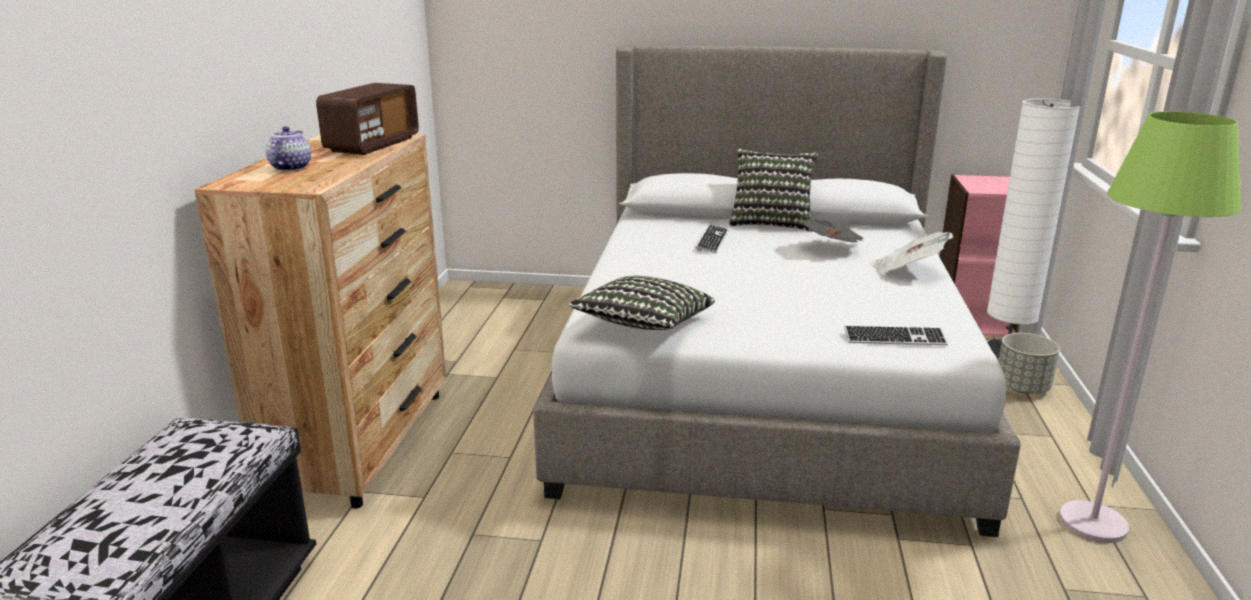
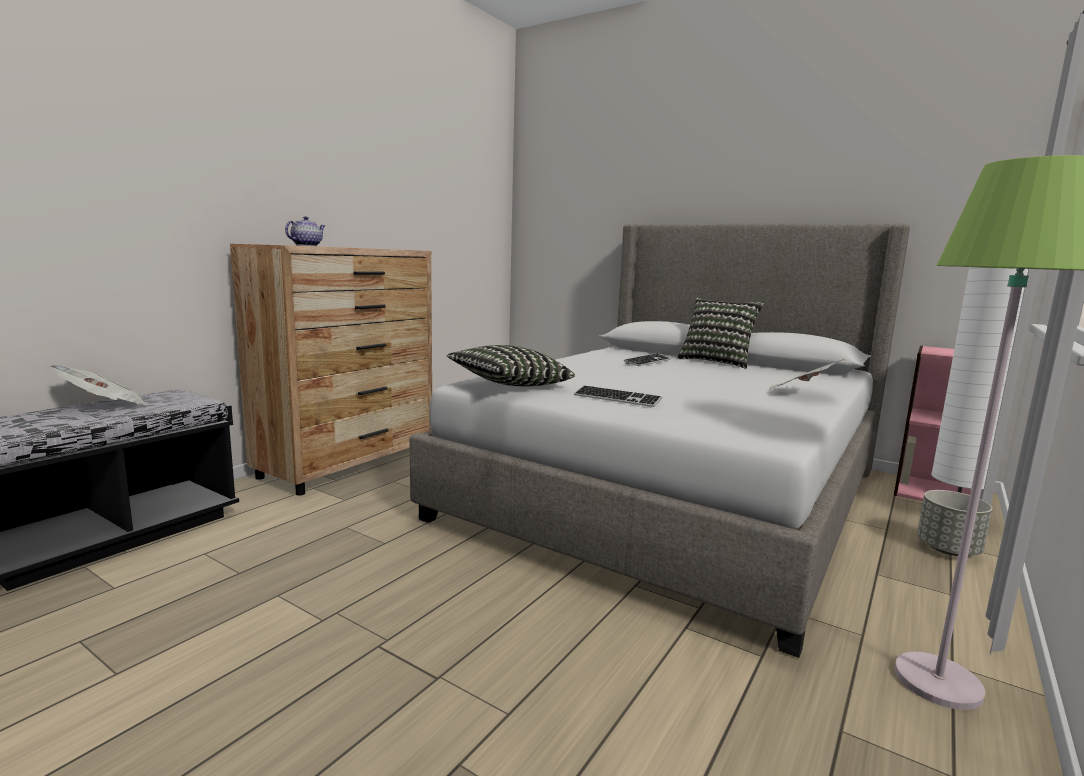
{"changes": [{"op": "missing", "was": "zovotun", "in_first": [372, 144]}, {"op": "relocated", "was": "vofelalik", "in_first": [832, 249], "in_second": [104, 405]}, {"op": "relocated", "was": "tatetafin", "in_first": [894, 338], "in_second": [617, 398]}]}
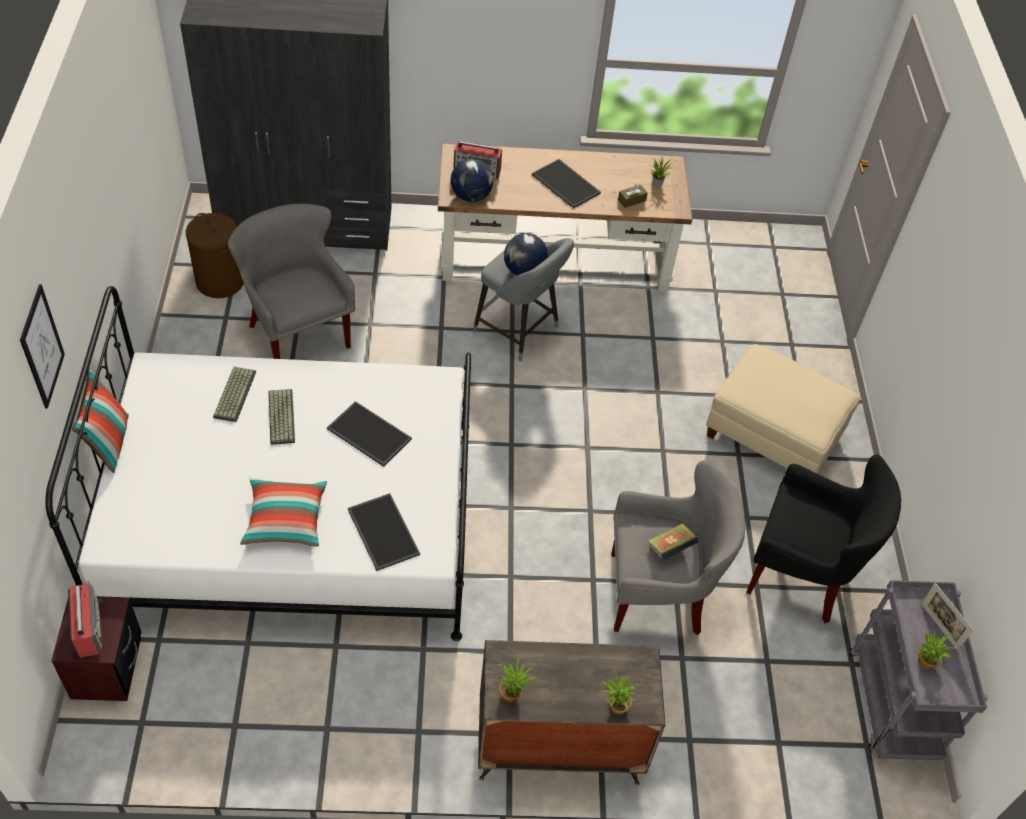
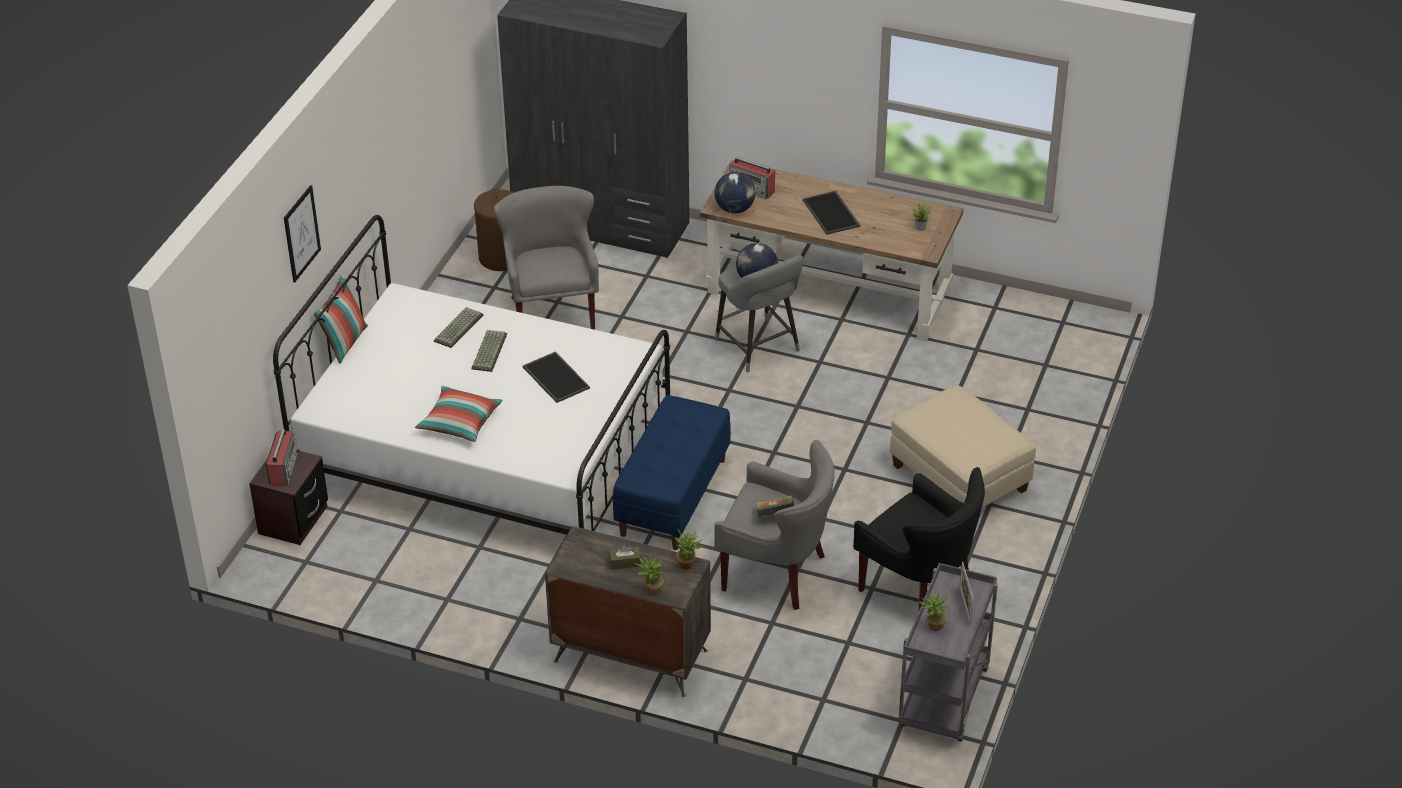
{"changes": [{"op": "relocated", "was": "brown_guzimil", "in_first": [631, 200], "in_second": [625, 562]}, {"op": "missing", "was": "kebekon", "in_first": [382, 531]}, {"op": "relocated", "was": "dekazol", "in_first": [513, 693], "in_second": [689, 564]}, {"op": "appeared", "now": "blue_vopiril", "in_second": [672, 496]}]}
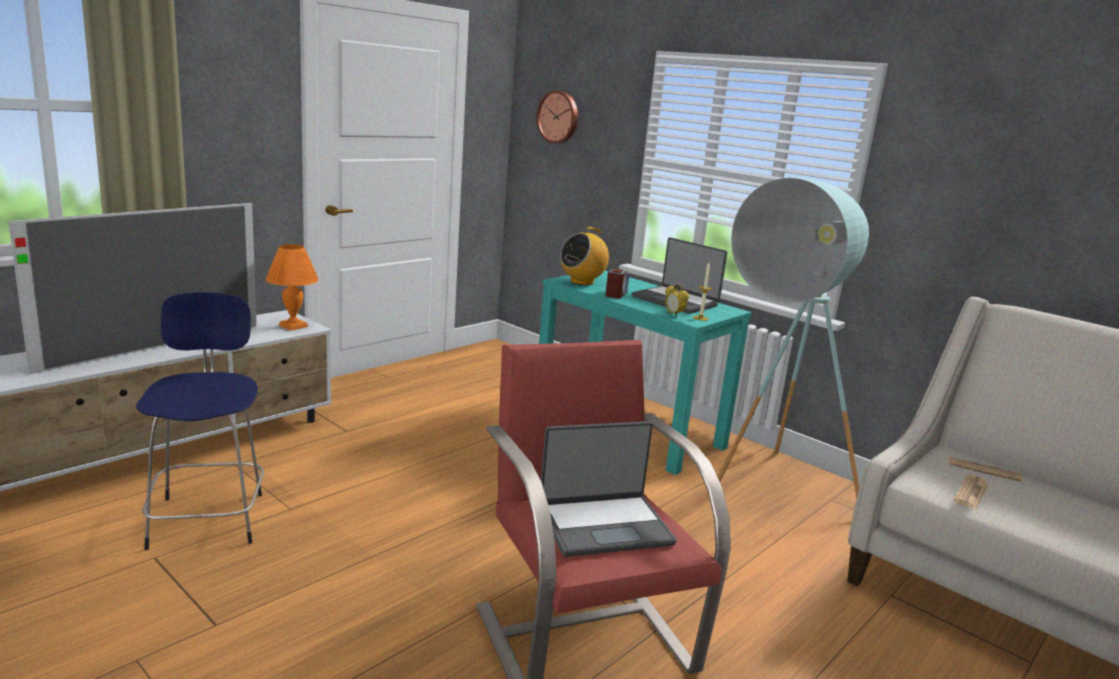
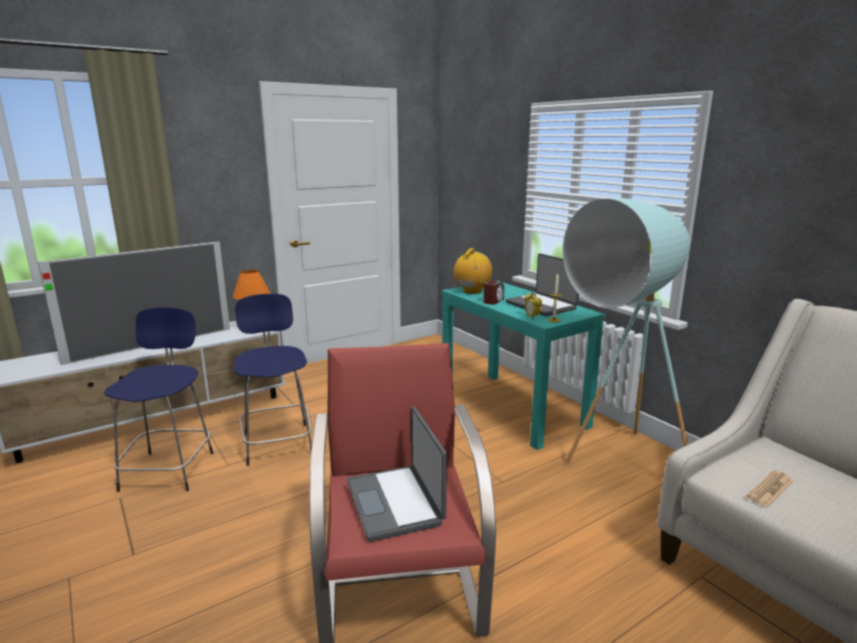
{"changes": [{"op": "missing", "was": "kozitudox", "in_first": [559, 117]}, {"op": "spun", "was": "zovotun", "in_first": [582, 282], "in_second": [472, 291], "clockwise": 150}, {"op": "spun", "was": "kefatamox", "in_first": [604, 525], "in_second": [396, 502], "clockwise": 75}, {"op": "missing", "was": "vofelalik", "in_first": [984, 470]}, {"op": "appeared", "now": "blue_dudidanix", "in_second": [278, 442]}]}
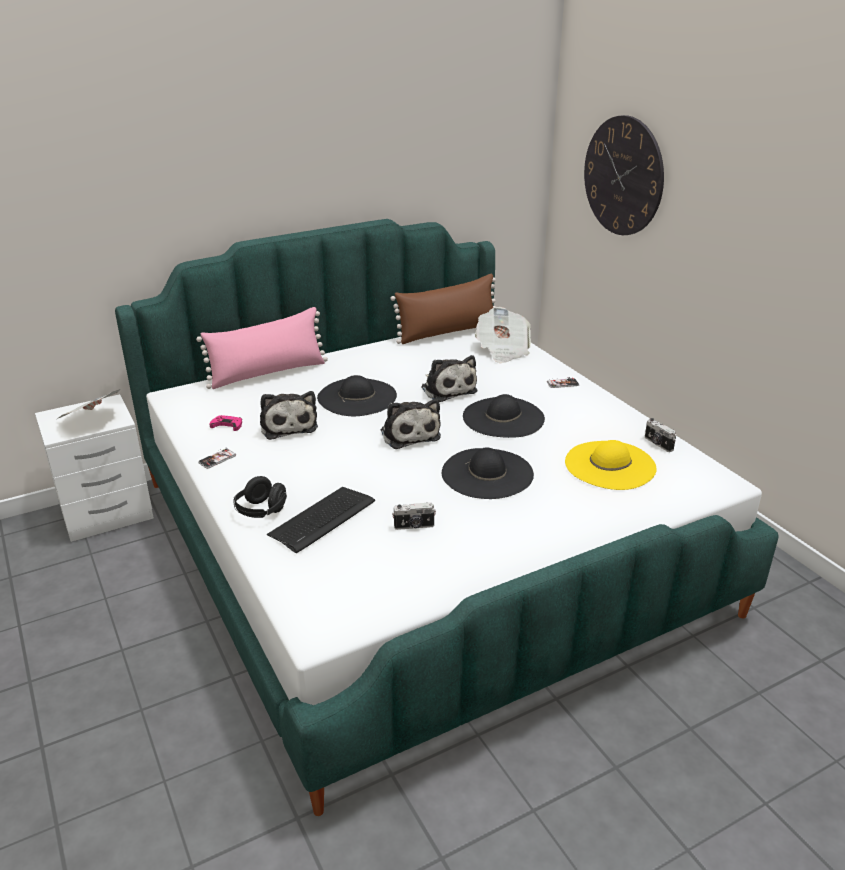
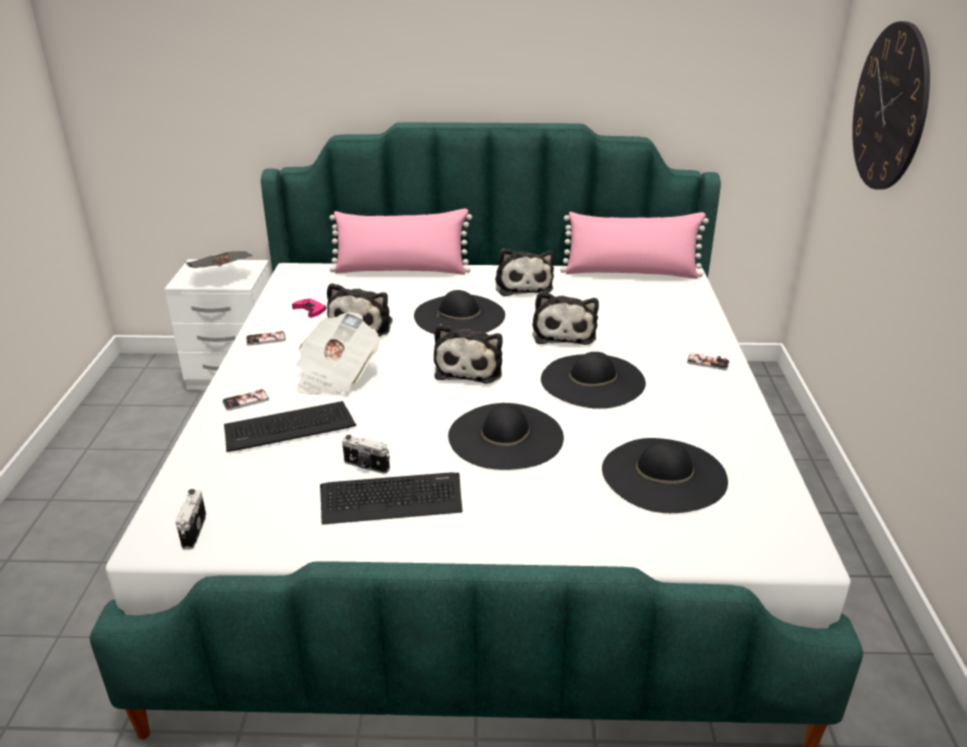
{"changes": [{"op": "colour", "was": "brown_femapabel", "now": "pink_femapabel", "in_first": [448, 332], "in_second": [631, 273]}, {"op": "relocated", "was": "vofelalik", "in_first": [502, 350], "in_second": [335, 375]}, {"op": "relocated", "was": "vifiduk", "in_first": [657, 444], "in_second": [192, 531]}, {"op": "colour", "was": "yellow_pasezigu", "now": "black_pasezigu", "in_first": [610, 465], "in_second": [664, 475]}, {"op": "exchanged", "was": "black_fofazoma", "now": "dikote", "in_first": [261, 511], "in_second": [245, 401]}, {"op": "appeared", "now": "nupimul", "in_second": [522, 285]}, {"op": "appeared", "now": "tatetafin", "in_second": [391, 499]}]}
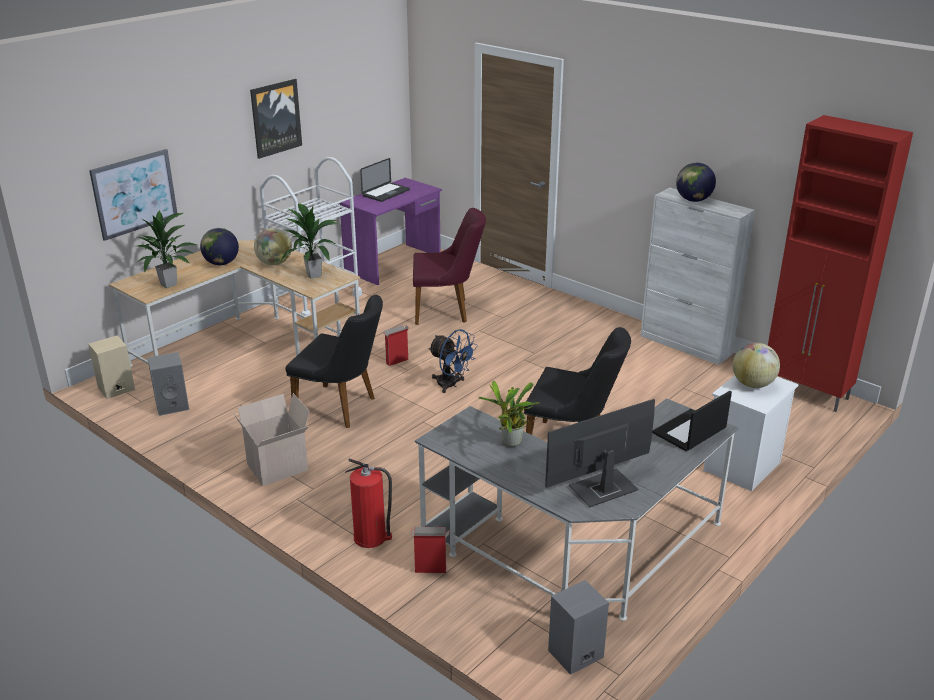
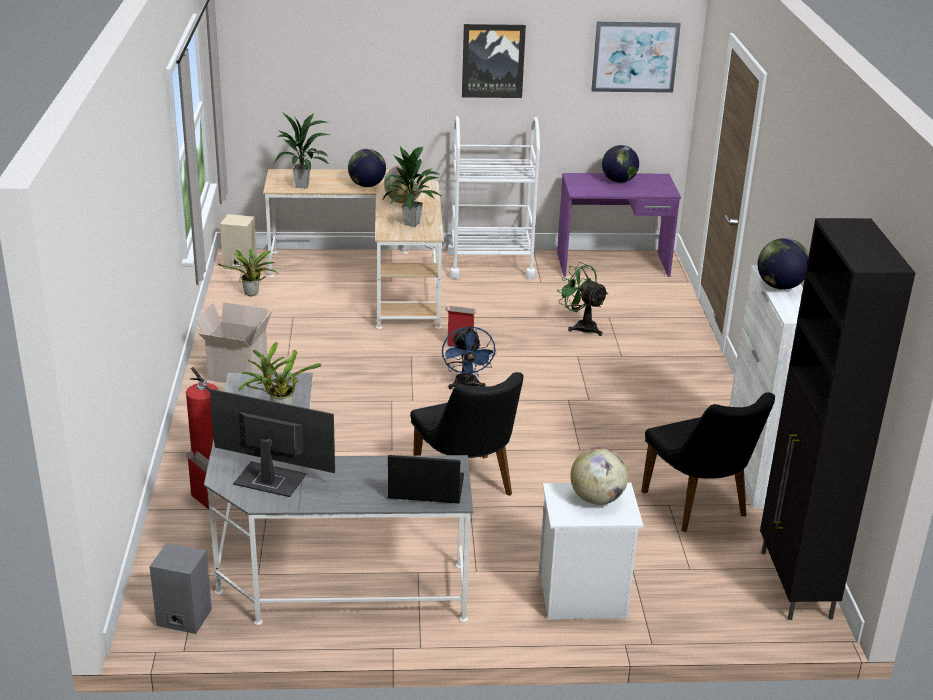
{"changes": [{"op": "colour", "was": "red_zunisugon", "now": "black_zunisugon", "in_first": [806, 393], "in_second": [795, 585]}, {"op": "relocated", "was": "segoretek", "in_first": [134, 194], "in_second": [635, 57]}, {"op": "exchanged", "was": "kefatamox", "now": "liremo", "in_first": [386, 193], "in_second": [619, 181]}, {"op": "exchanged", "was": "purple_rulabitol", "now": "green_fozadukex", "in_first": [447, 311], "in_second": [581, 326]}, {"op": "relocated", "was": "black_rulabitol", "in_first": [342, 408], "in_second": [700, 508]}, {"op": "exchanged", "was": "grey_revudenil", "now": "dekazol", "in_first": [173, 405], "in_second": [252, 294]}]}
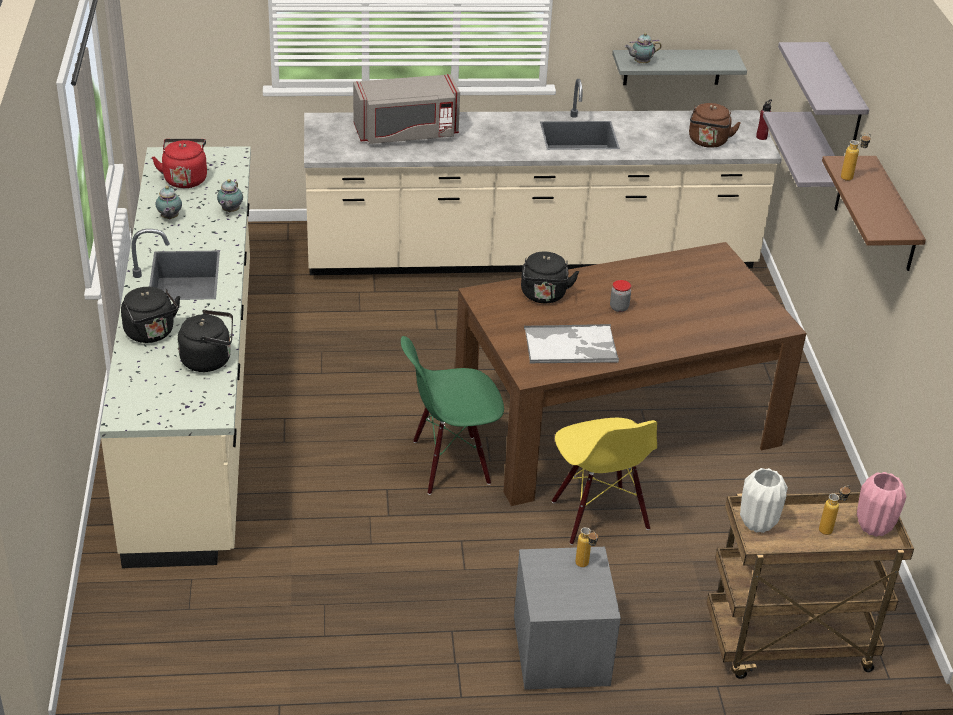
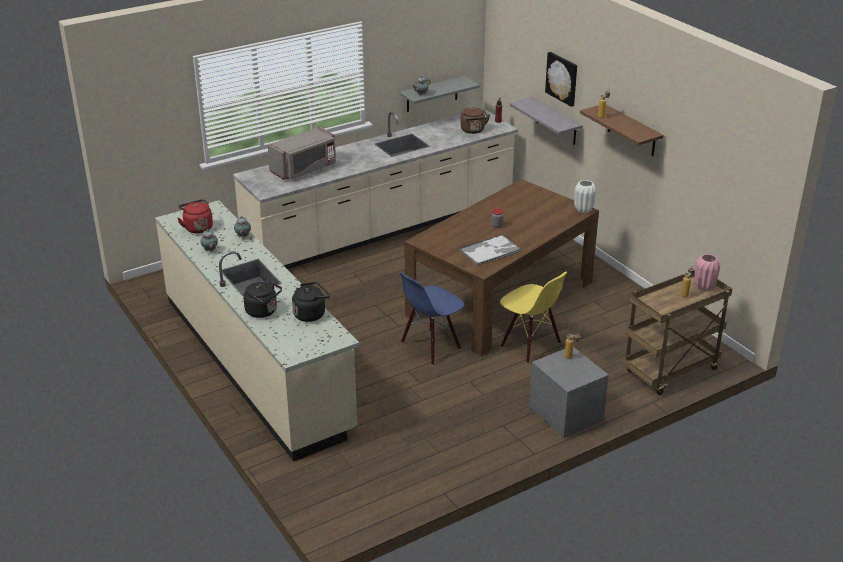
{"changes": [{"op": "exchanged", "was": "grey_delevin", "now": "segoretek", "in_first": [843, 94], "in_second": [562, 78]}, {"op": "missing", "was": "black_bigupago", "in_first": [544, 296]}, {"op": "colour", "was": "green_rulabitol", "now": "blue_rulabitol", "in_first": [450, 463], "in_second": [431, 346]}, {"op": "relocated", "was": "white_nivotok", "in_first": [757, 523], "in_second": [583, 210]}]}
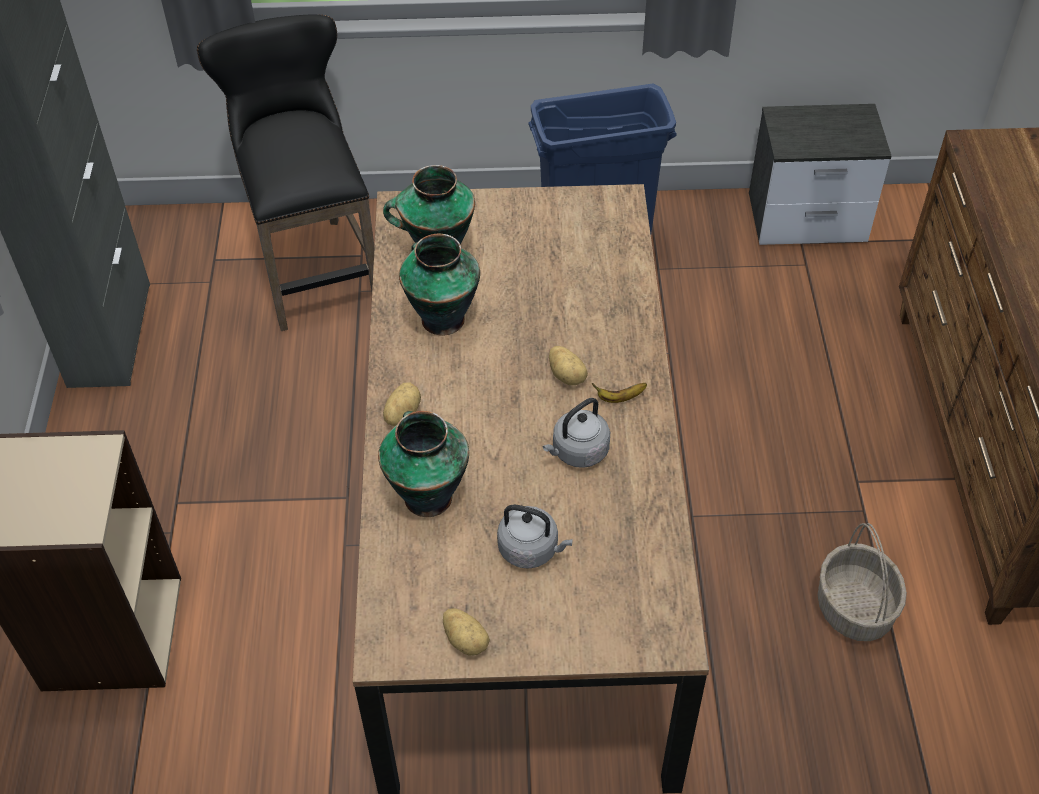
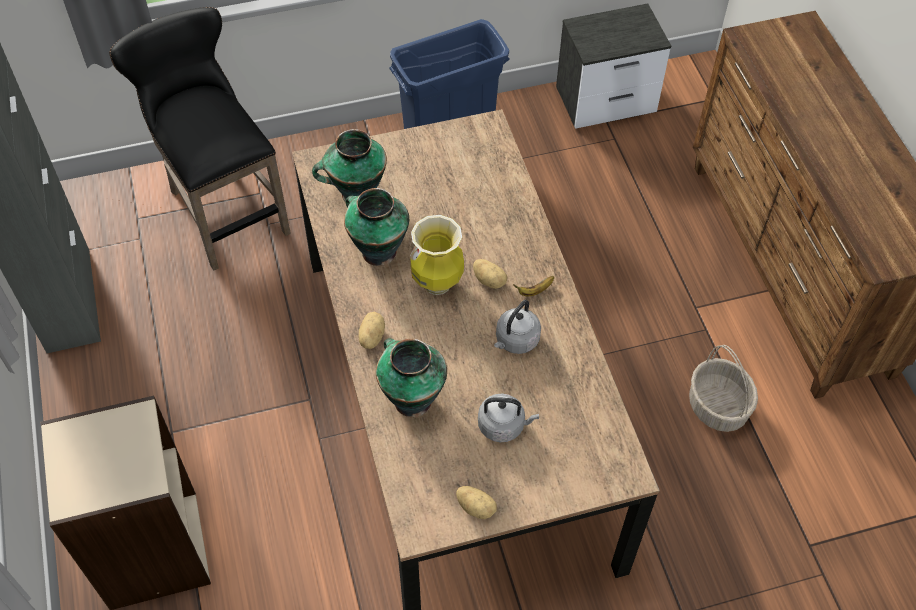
{"changes": [{"op": "appeared", "now": "nivotok", "in_second": [437, 283]}]}
